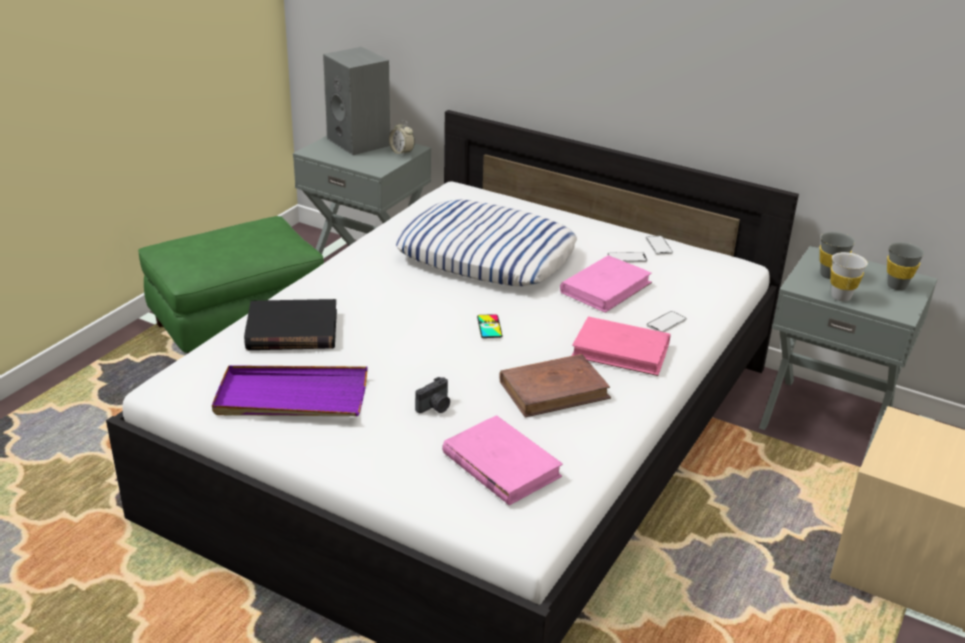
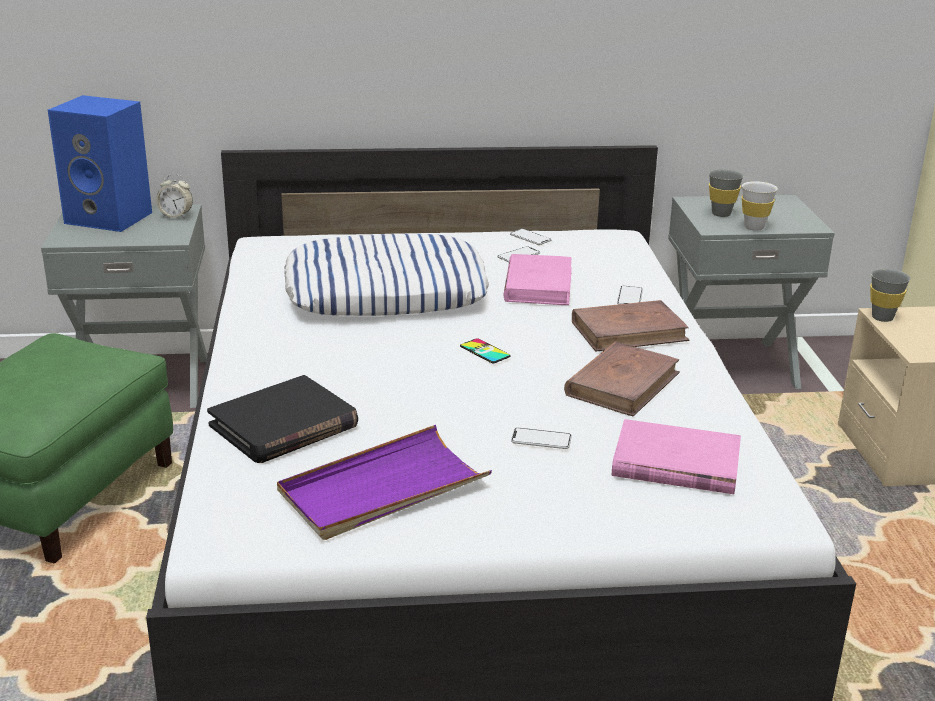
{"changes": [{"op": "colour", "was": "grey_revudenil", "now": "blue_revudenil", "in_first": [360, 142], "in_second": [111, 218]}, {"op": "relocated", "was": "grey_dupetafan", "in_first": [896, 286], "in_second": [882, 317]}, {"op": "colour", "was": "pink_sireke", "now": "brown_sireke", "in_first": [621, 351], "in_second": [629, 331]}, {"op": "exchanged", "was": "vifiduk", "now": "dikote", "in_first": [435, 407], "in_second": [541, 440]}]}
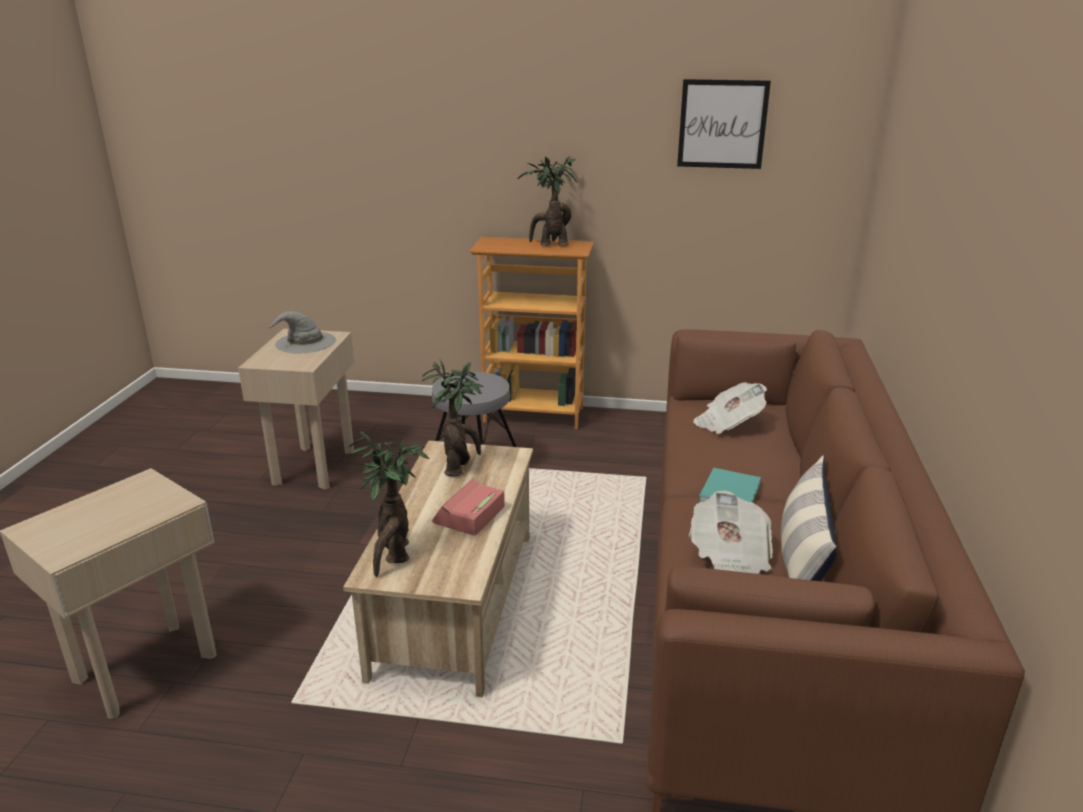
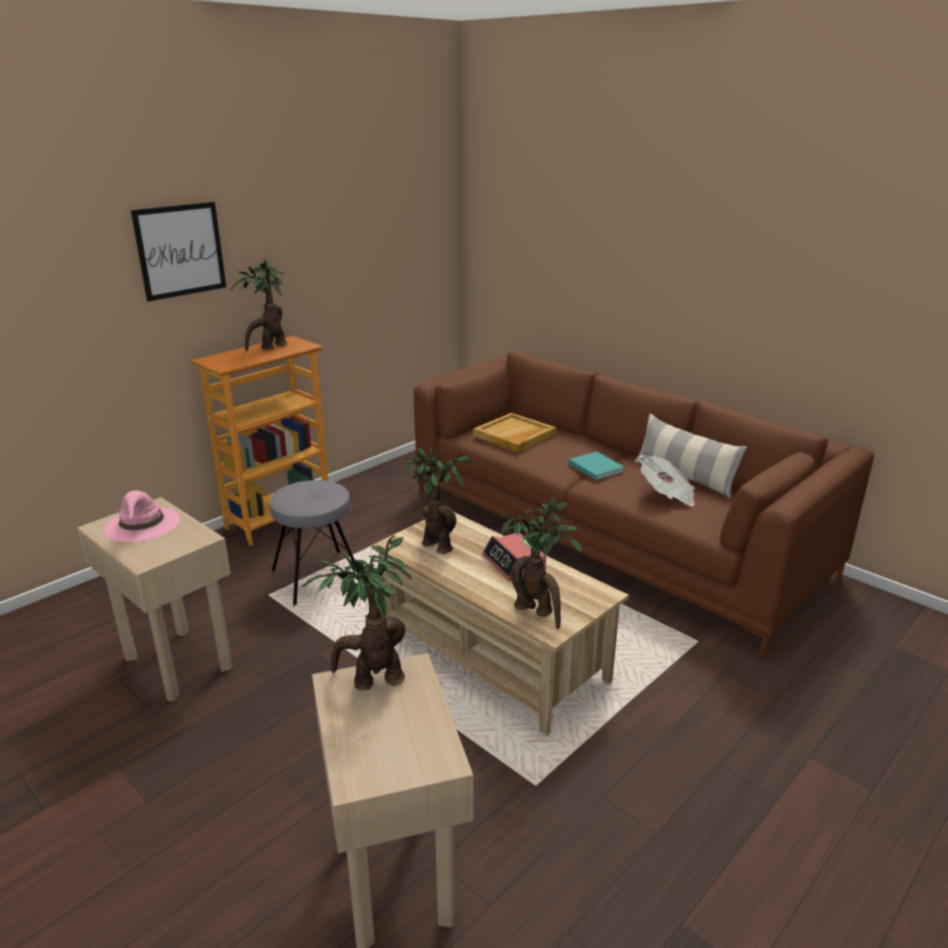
{"changes": [{"op": "relocated", "was": "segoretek", "in_first": [722, 124], "in_second": [180, 250]}, {"op": "colour", "was": "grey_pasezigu", "now": "pink_pasezigu", "in_first": [305, 342], "in_second": [142, 525]}, {"op": "exchanged", "was": "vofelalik", "now": "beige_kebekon", "in_first": [728, 424], "in_second": [514, 435]}, {"op": "appeared", "now": "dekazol", "in_second": [372, 680]}]}
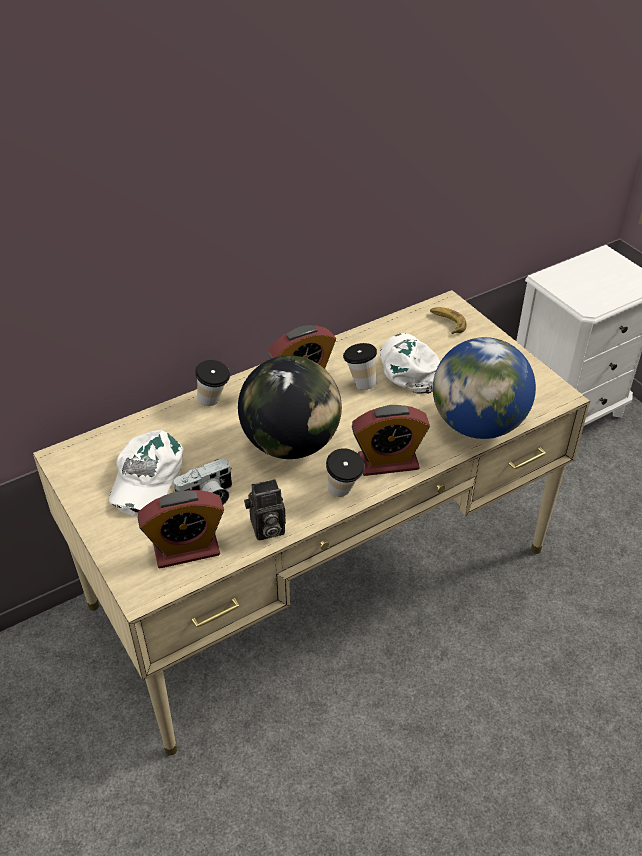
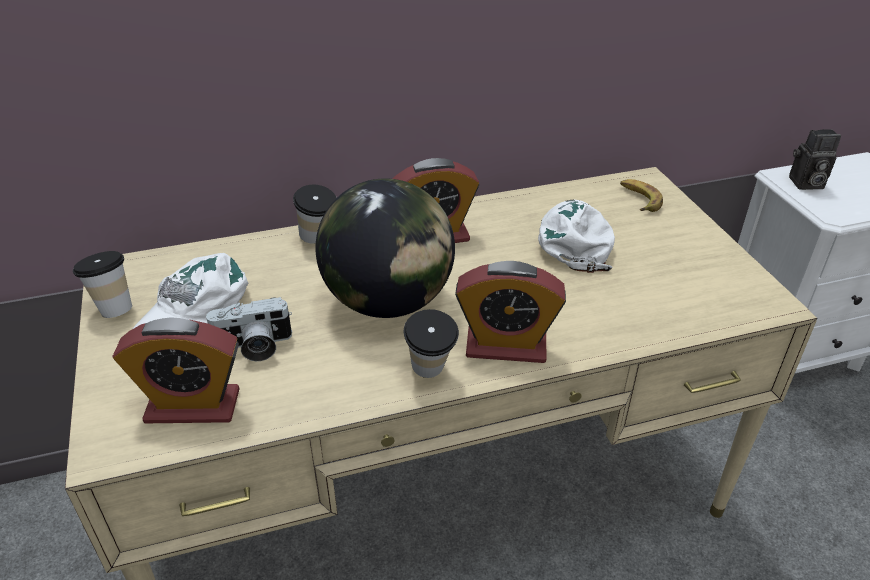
{"changes": [{"op": "missing", "was": "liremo", "in_first": [477, 424]}, {"op": "relocated", "was": "dupetafan", "in_first": [359, 383], "in_second": [113, 307]}, {"op": "relocated", "was": "vifiduk", "in_first": [266, 529], "in_second": [805, 184]}]}
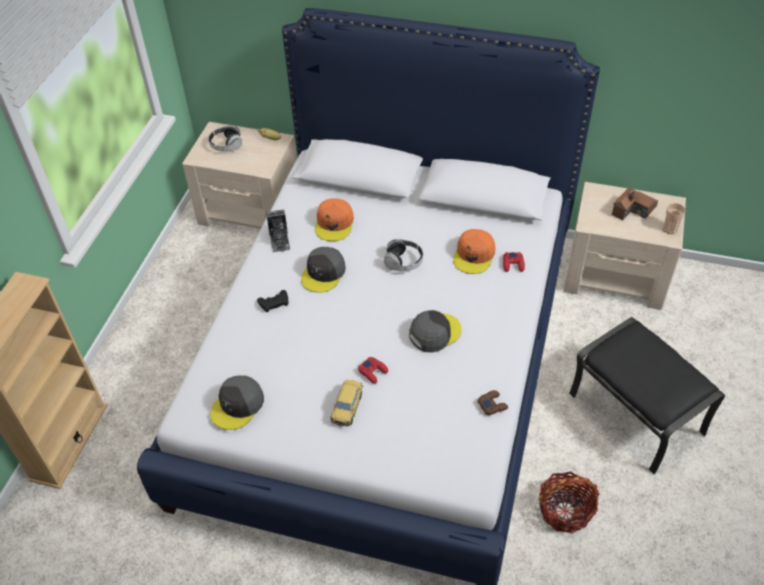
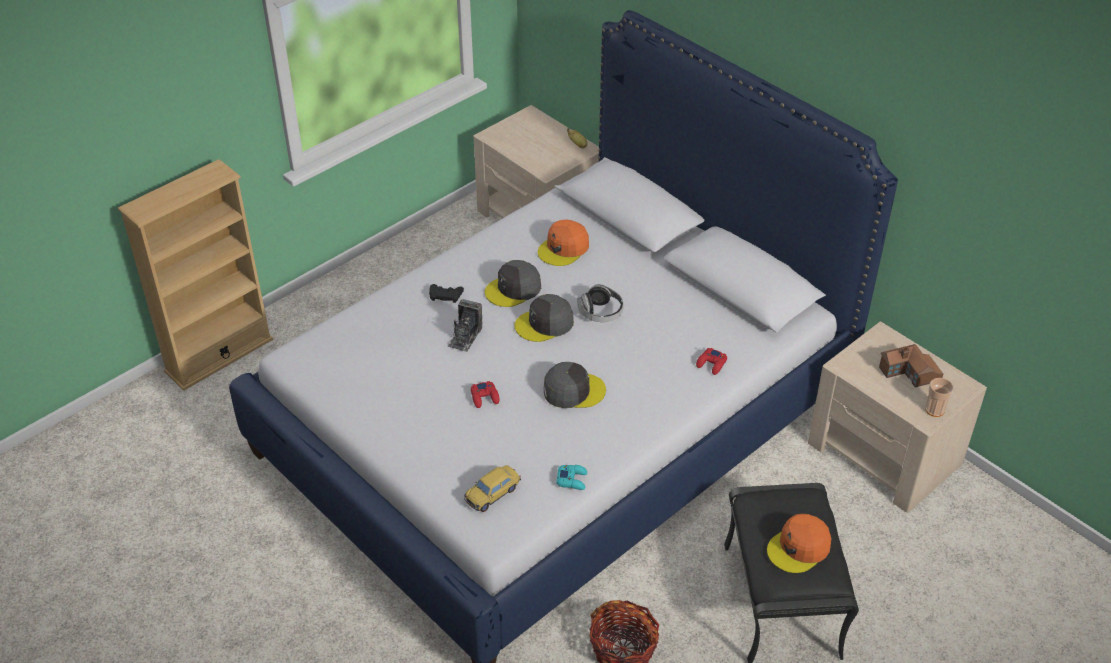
{"changes": [{"op": "missing", "was": "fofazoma", "in_first": [226, 145]}, {"op": "relocated", "was": "vifiduk", "in_first": [279, 240], "in_second": [465, 336]}, {"op": "relocated", "was": "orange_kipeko", "in_first": [474, 255], "in_second": [799, 548]}, {"op": "relocated", "was": "grey_kipeko", "in_first": [238, 405], "in_second": [545, 324]}, {"op": "relocated", "was": "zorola", "in_first": [347, 407], "in_second": [493, 494]}, {"op": "colour", "was": "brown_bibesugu", "now": "turquoise_bibesugu", "in_first": [492, 405], "in_second": [572, 480]}]}
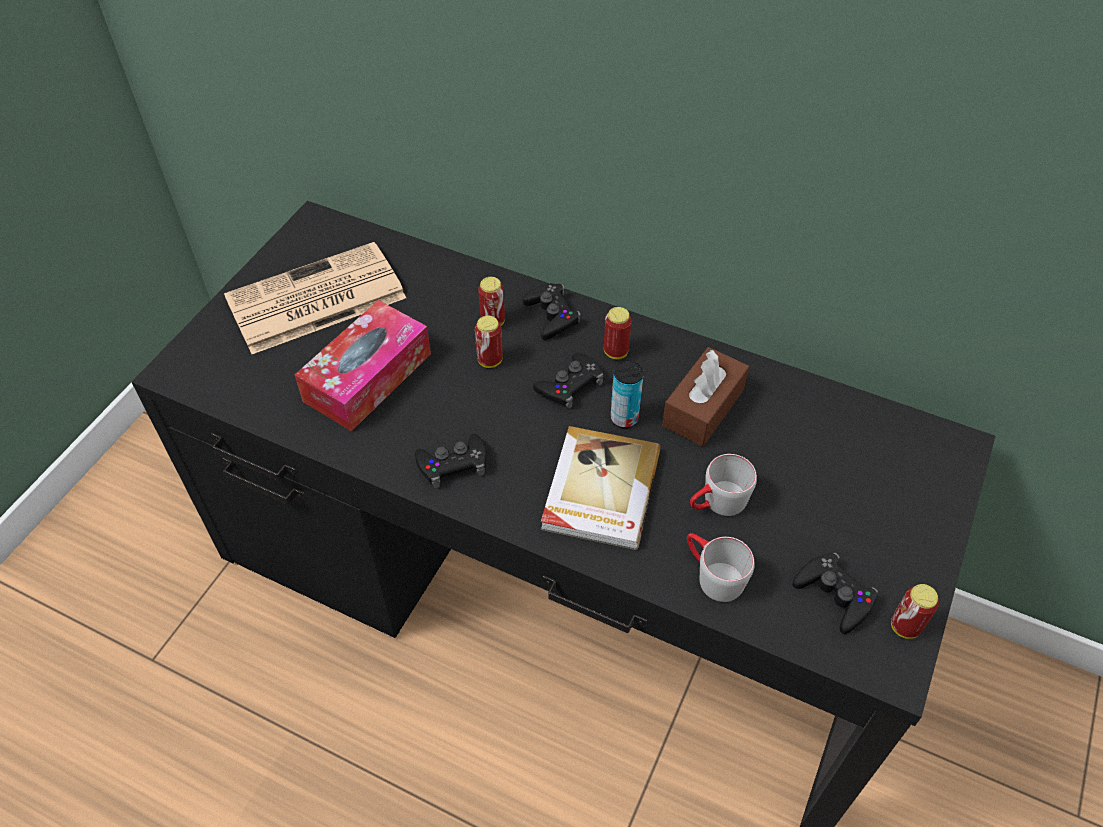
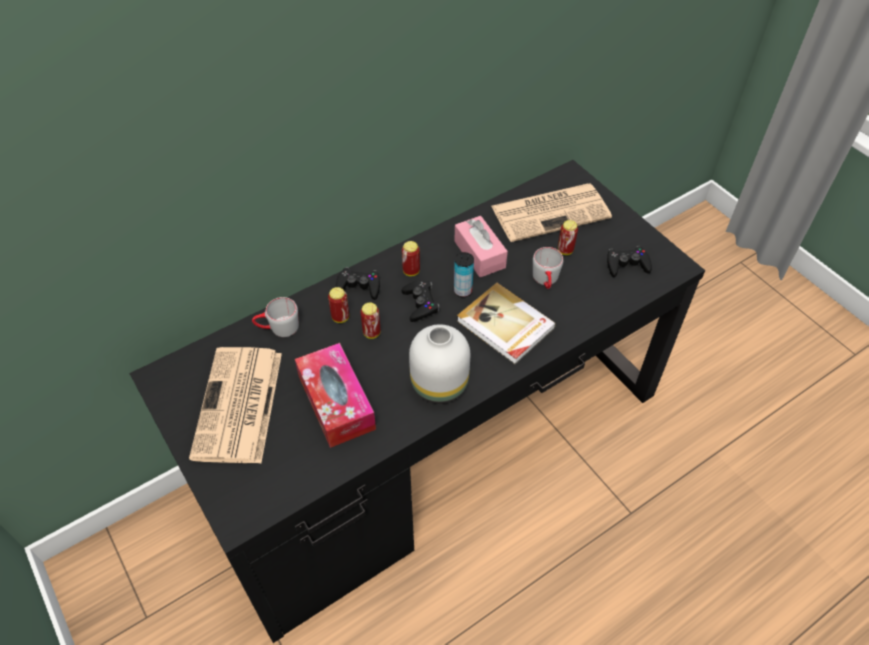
{"changes": [{"op": "colour", "was": "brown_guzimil", "now": "pink_guzimil", "in_first": [703, 408], "in_second": [479, 254]}, {"op": "exchanged", "was": "black_bibesugu", "now": "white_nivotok", "in_first": [453, 464], "in_second": [440, 386]}, {"op": "relocated", "was": "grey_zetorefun", "in_first": [712, 575], "in_second": [278, 328]}, {"op": "relocated", "was": "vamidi", "in_first": [905, 627], "in_second": [565, 250]}, {"op": "appeared", "now": "vofelalik", "in_second": [551, 211]}]}
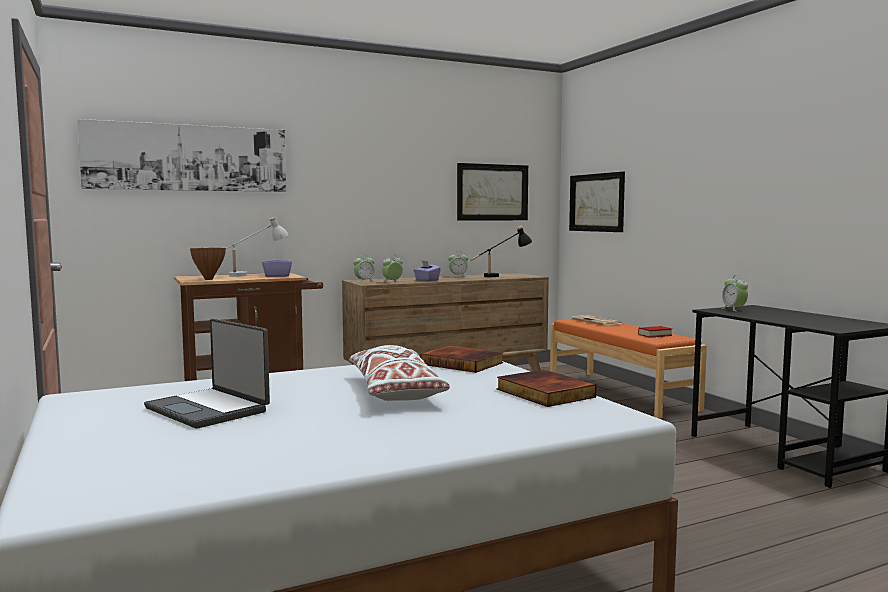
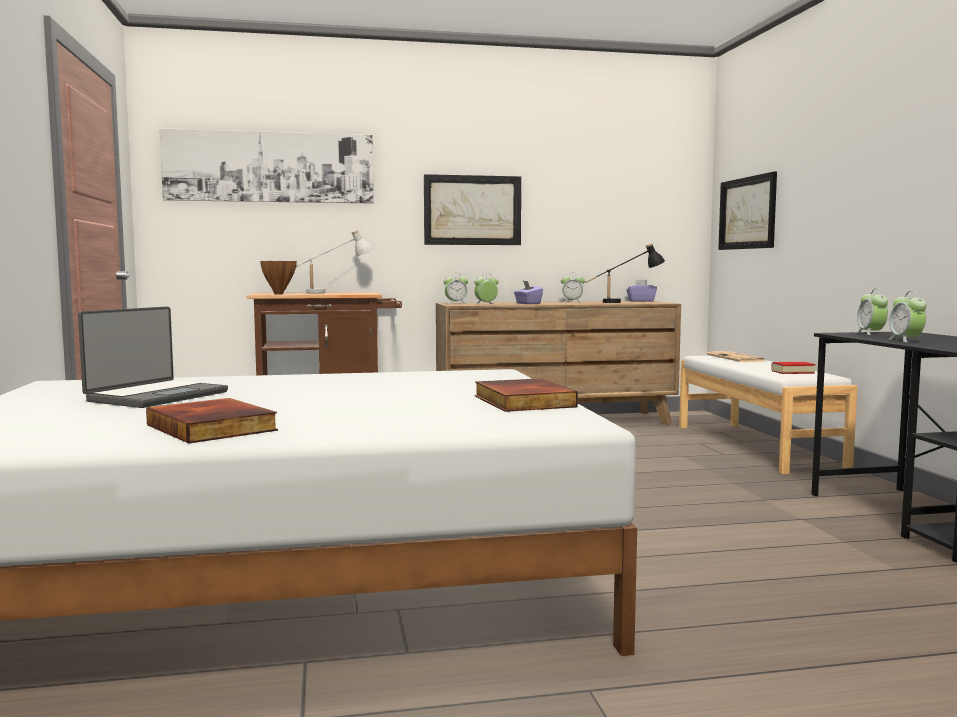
{"changes": [{"op": "relocated", "was": "segoretek", "in_first": [492, 192], "in_second": [472, 210]}, {"op": "relocated", "was": "purple_guzimil", "in_first": [277, 276], "in_second": [641, 301]}, {"op": "spun", "was": "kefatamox", "in_first": [209, 409], "in_second": [156, 396], "clockwise": -120}, {"op": "colour", "was": "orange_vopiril", "now": "white_vopiril", "in_first": [620, 393], "in_second": [756, 446]}, {"op": "missing", "was": "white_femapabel", "in_first": [395, 391]}, {"op": "relocated", "was": "sireke", "in_first": [463, 363], "in_second": [214, 427]}, {"op": "appeared", "now": "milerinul", "in_second": [906, 340]}]}
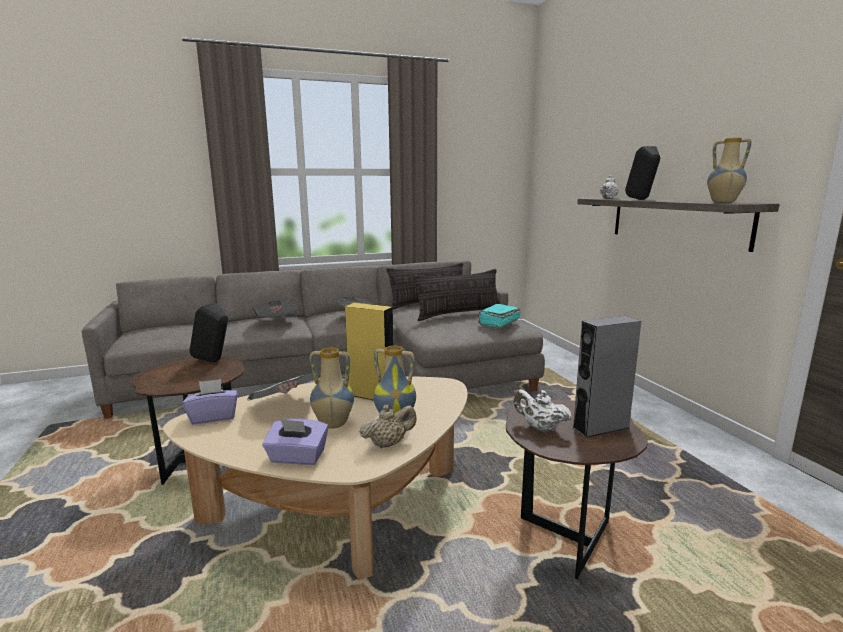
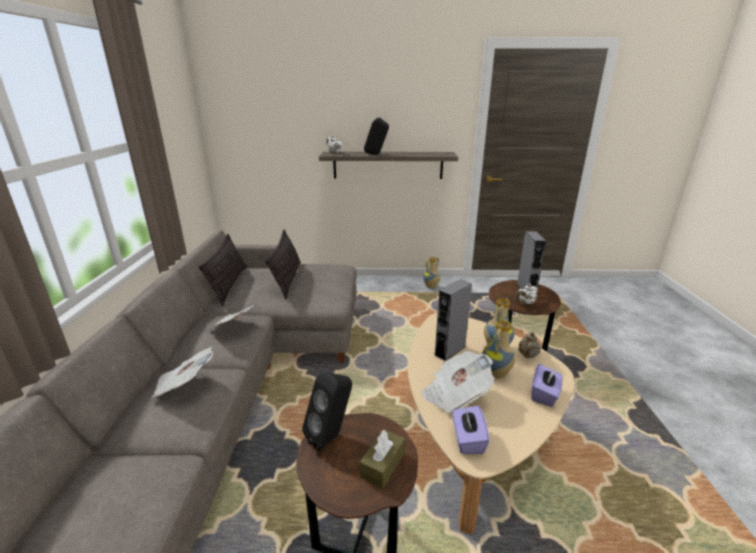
{"changes": [{"op": "relocated", "was": "nivotok", "in_first": [722, 202], "in_second": [431, 287]}, {"op": "colour", "was": "yellow_revudenil", "now": "grey_revudenil", "in_first": [371, 395], "in_second": [450, 351]}, {"op": "missing", "was": "turquoise_sireke", "in_first": [498, 323]}, {"op": "spun", "was": "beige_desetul", "in_first": [388, 444], "in_second": [528, 355], "clockwise": -150}, {"op": "appeared", "now": "brown_guzimil", "in_second": [383, 465]}]}
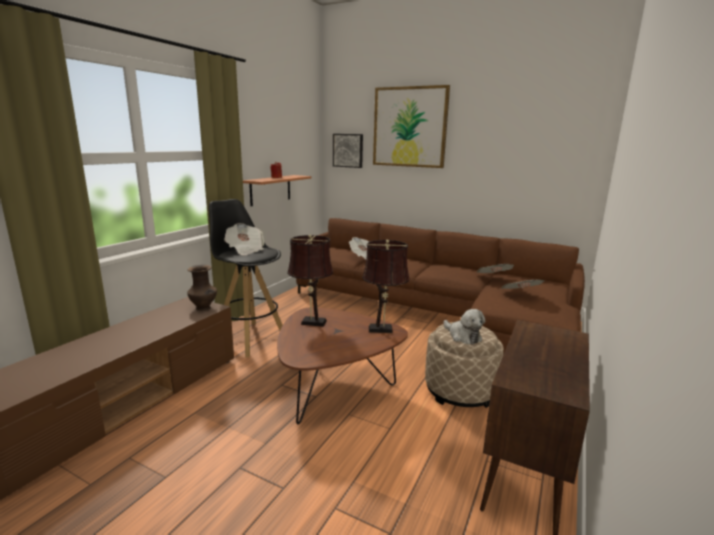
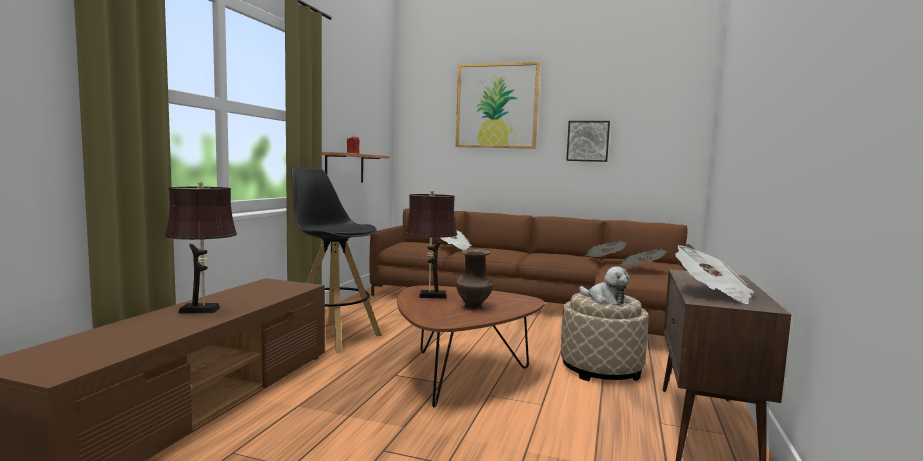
{"changes": [{"op": "relocated", "was": "segoretek", "in_first": [348, 150], "in_second": [588, 141]}, {"op": "relocated", "was": "vofelalik", "in_first": [245, 250], "in_second": [713, 294]}, {"op": "relocated", "was": "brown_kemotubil", "in_first": [383, 329], "in_second": [203, 310]}, {"op": "relocated", "was": "brown_nivotok", "in_first": [204, 308], "in_second": [474, 307]}]}
